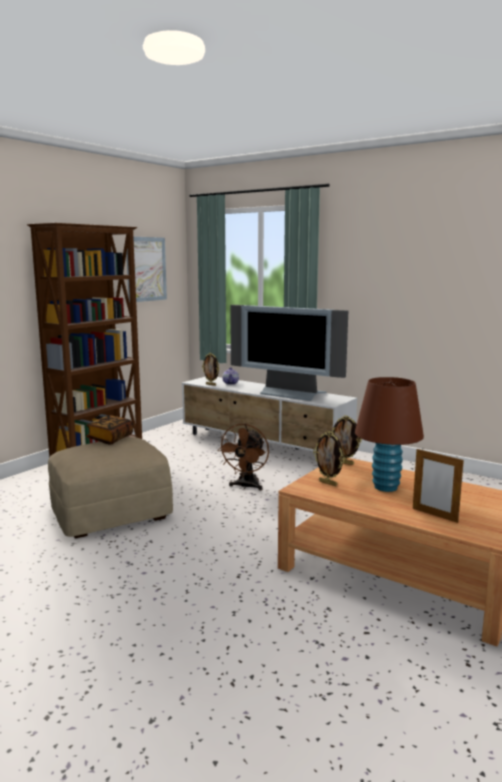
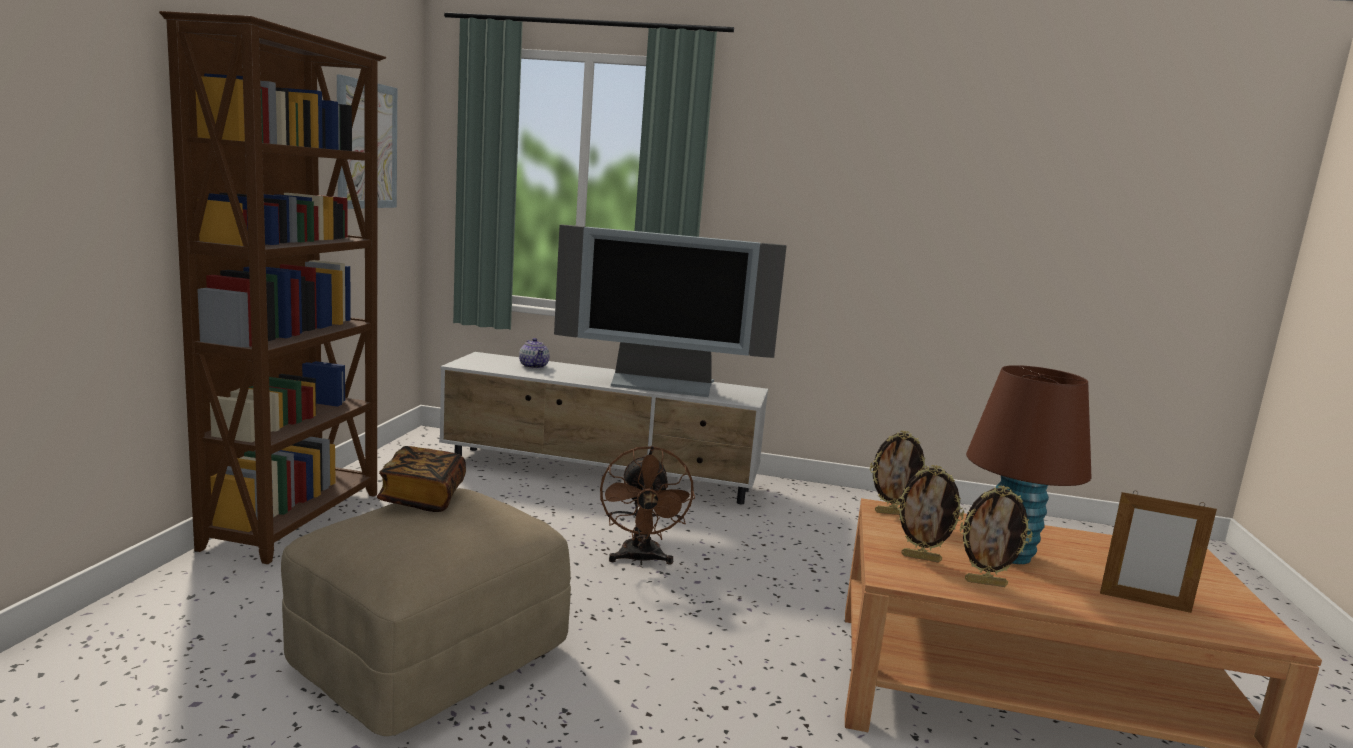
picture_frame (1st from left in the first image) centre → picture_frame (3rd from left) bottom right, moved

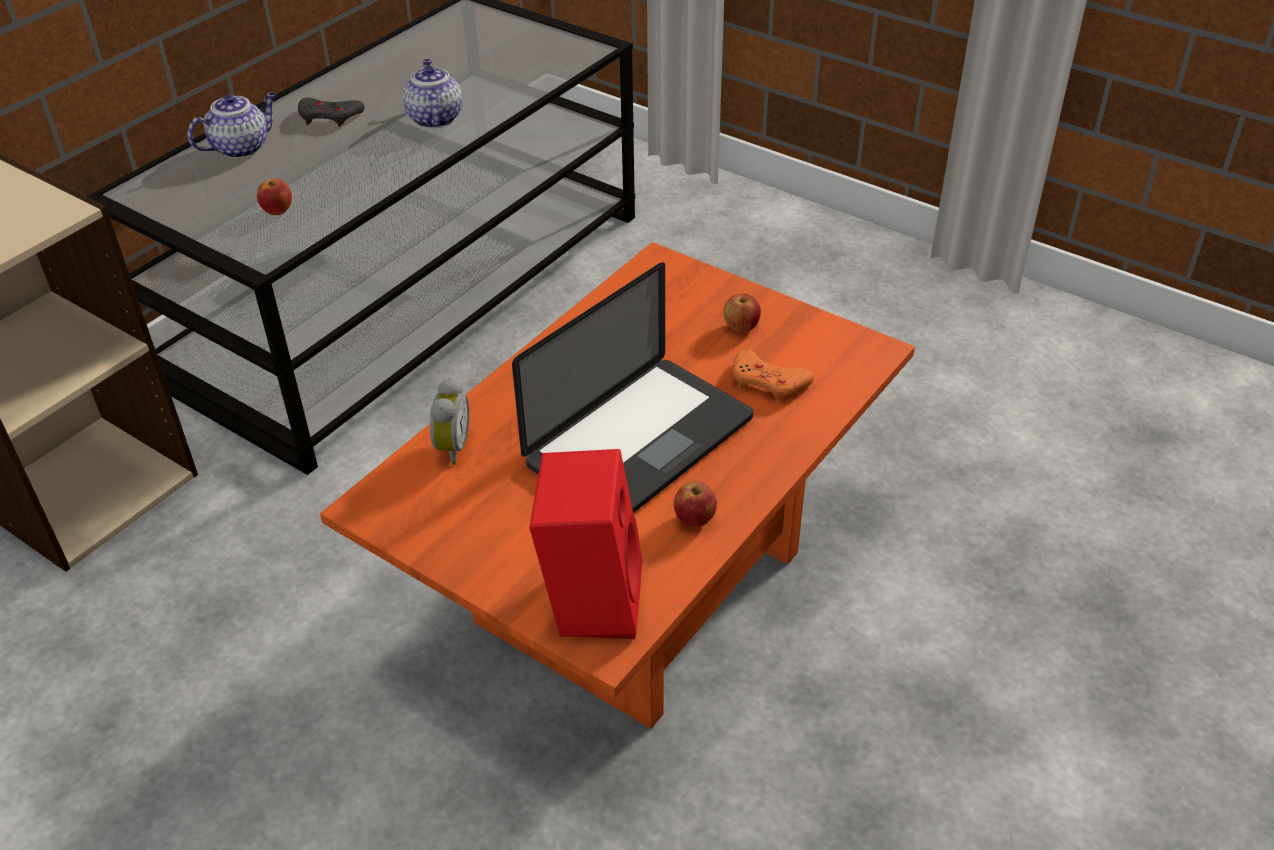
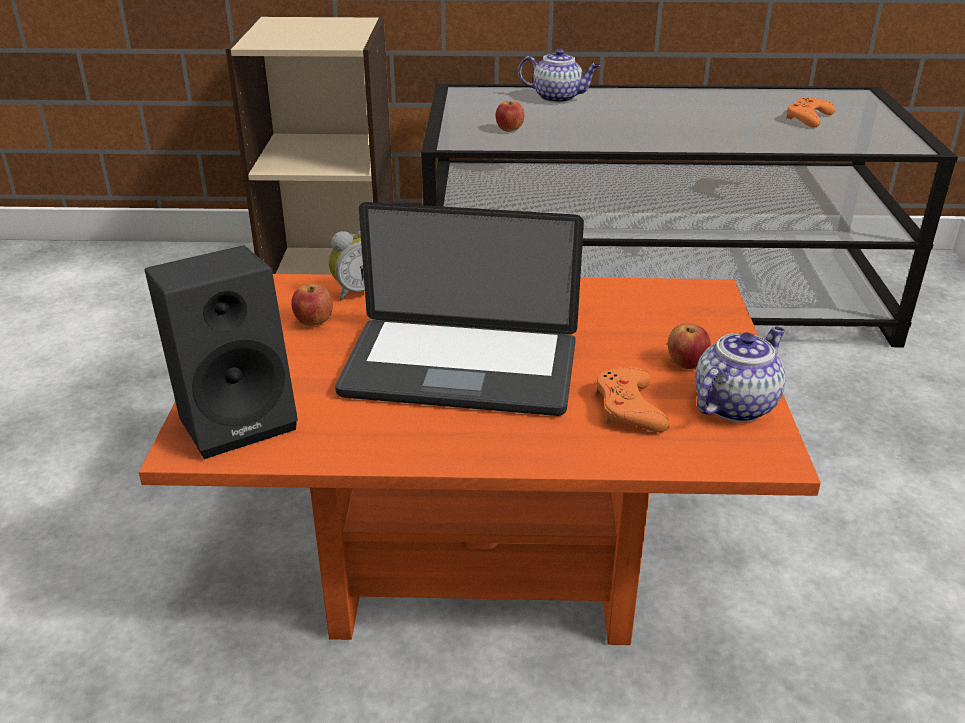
red_speaker centre → black_speaker middle left
apple (2nd from left in the first image) centre → apple (1st from left) middle left, moved
teapot (2nd from left) top centre → teapot (2nd from left) middle right, moved
- → orange_game_controller (2nd from left) top right
grey_game_controller top left → -

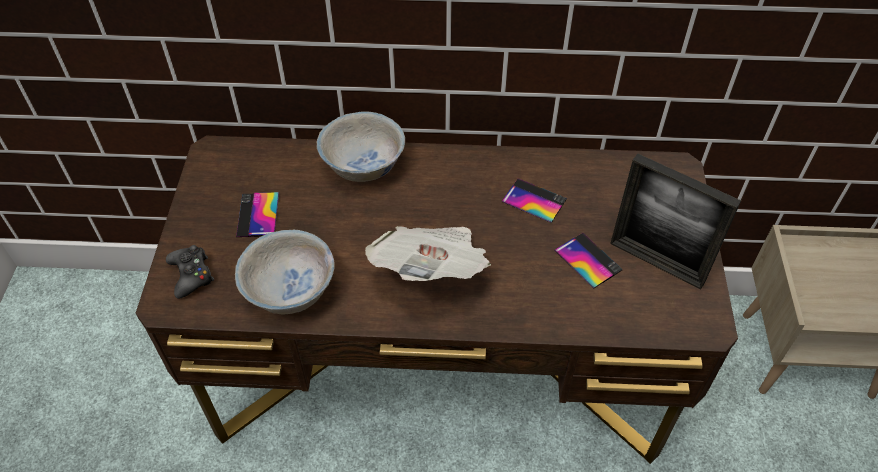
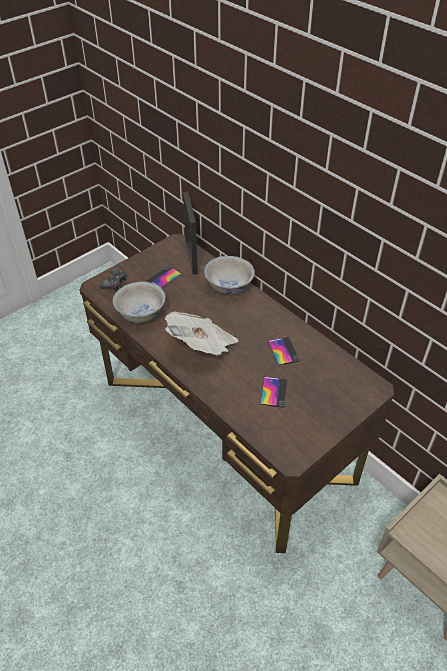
picture_frame middle right → picture_frame centre, moved

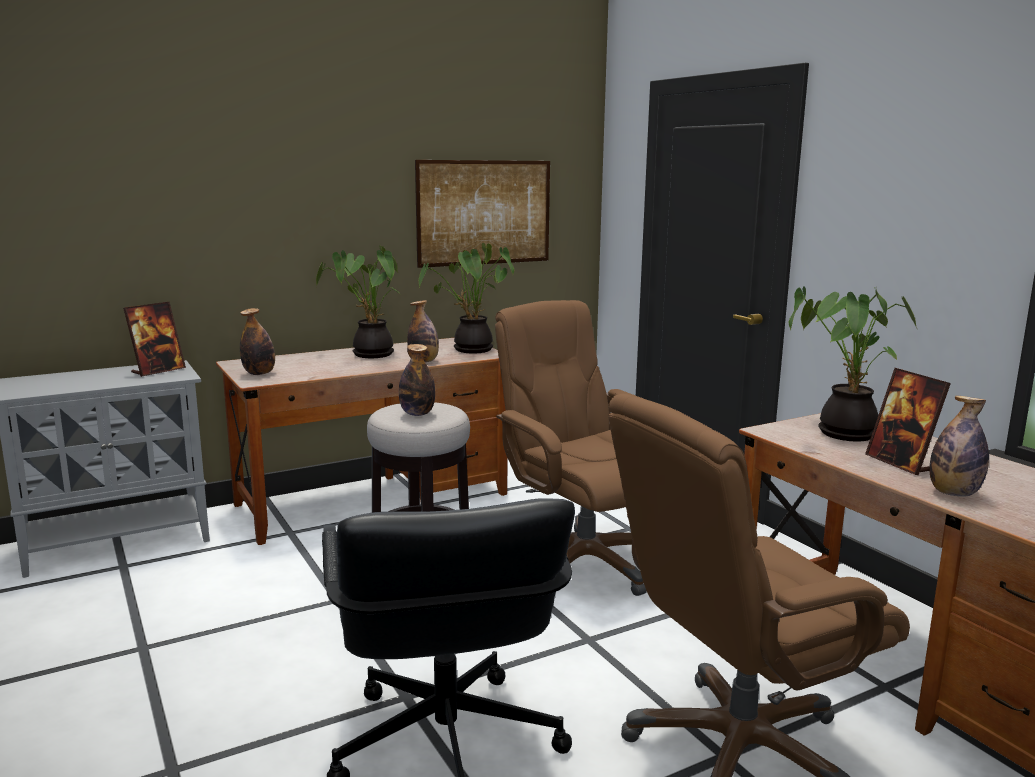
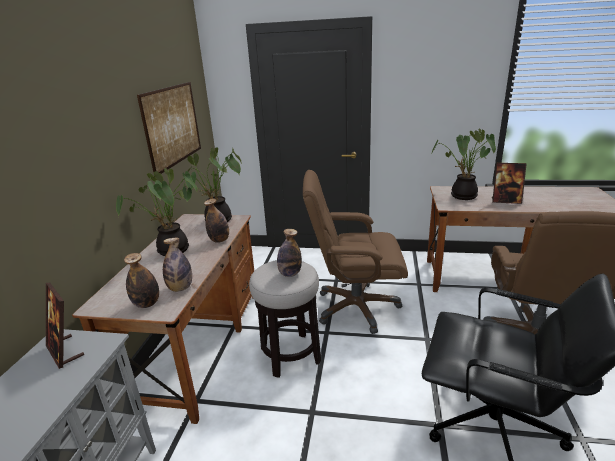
picture_frame (1st from left) middle left → picture_frame (1st from left) bottom left, 150 degrees clockwise
bottle (4th from left in the first image) middle right → bottle (2nd from left) middle left, moved

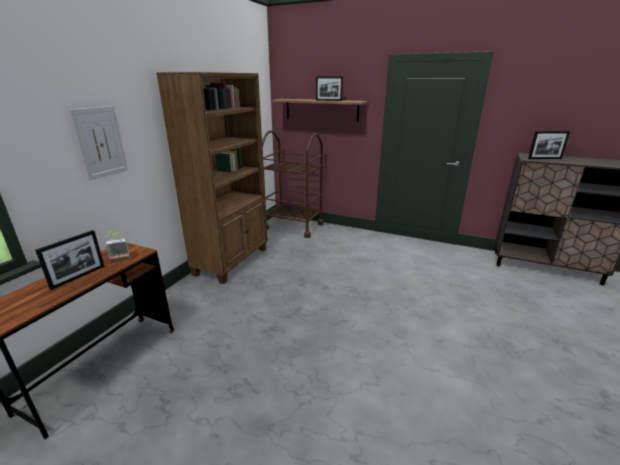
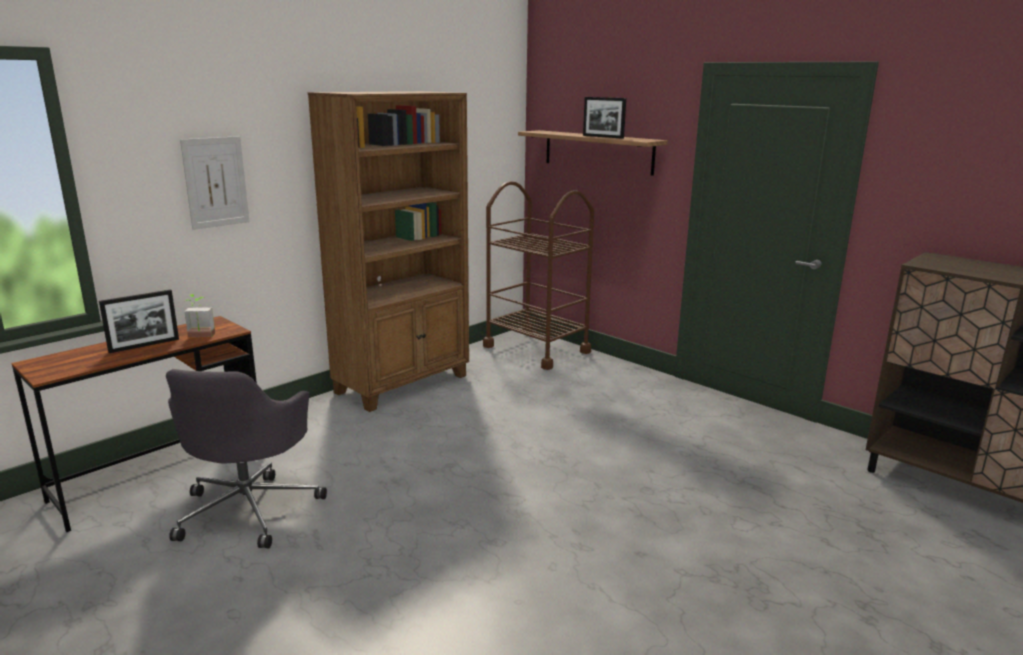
- → grey_office_chair bottom left
picture_frame (3rd from left) top right → -

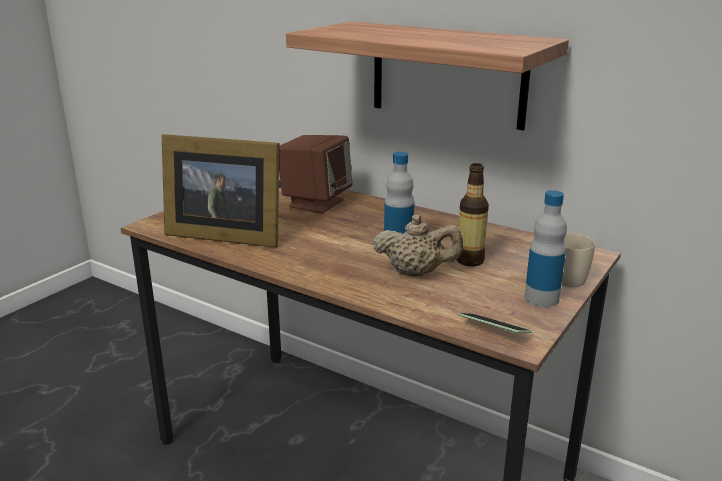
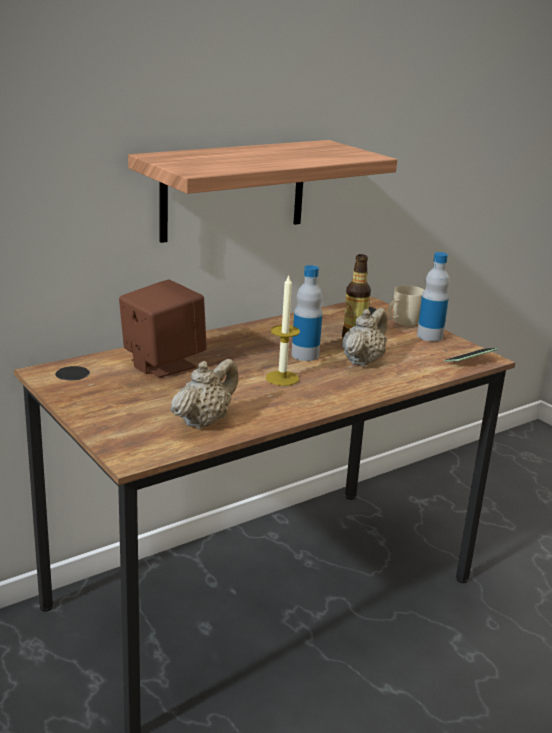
picture_frame middle left → beige_teapot (1st from left) centre
- → candle centre

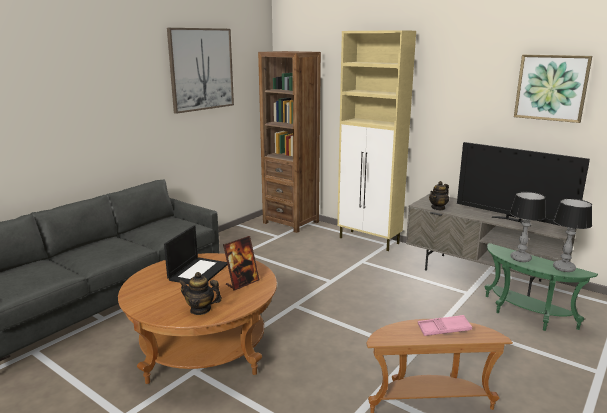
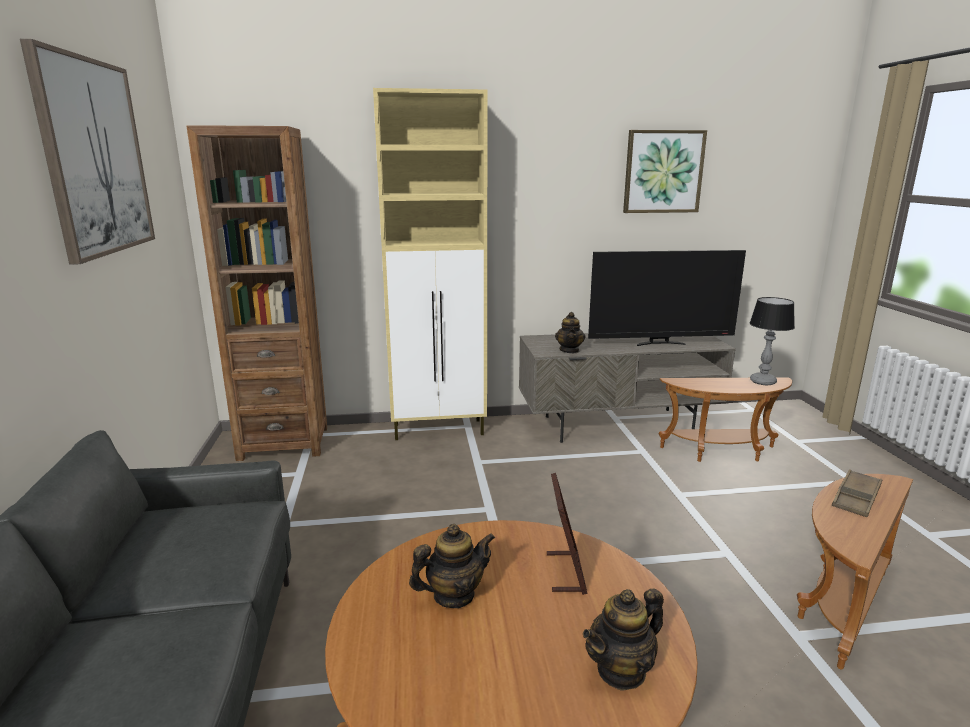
laptop middle left → teapot (1st from left) bottom centre
green_side_table bottom right → brown_side_table (1st from left) middle right
pink_tray bottom right → brown_tray bottom right
table_lamp (1st from left) middle right → -

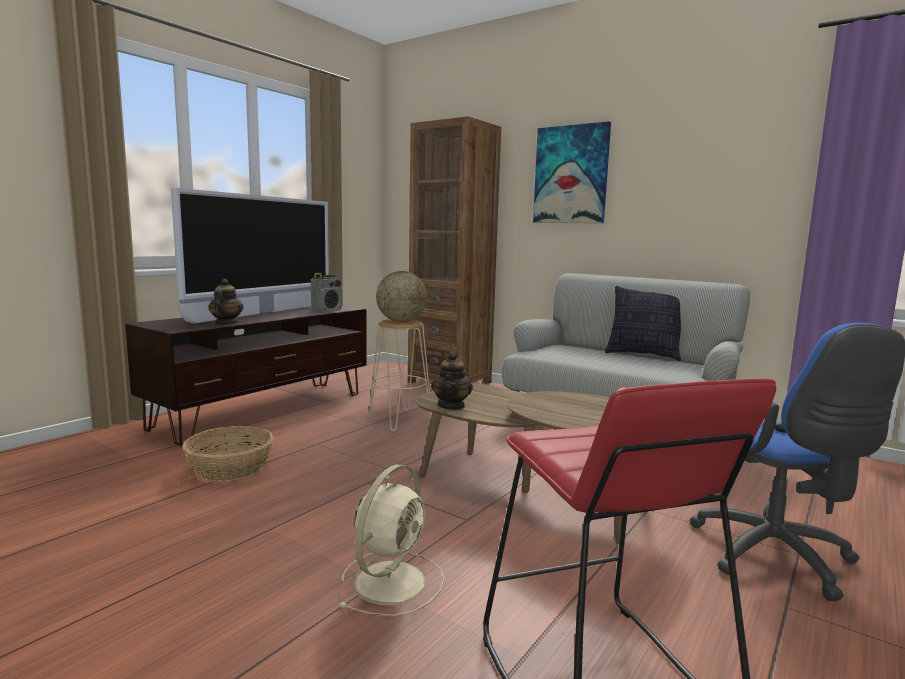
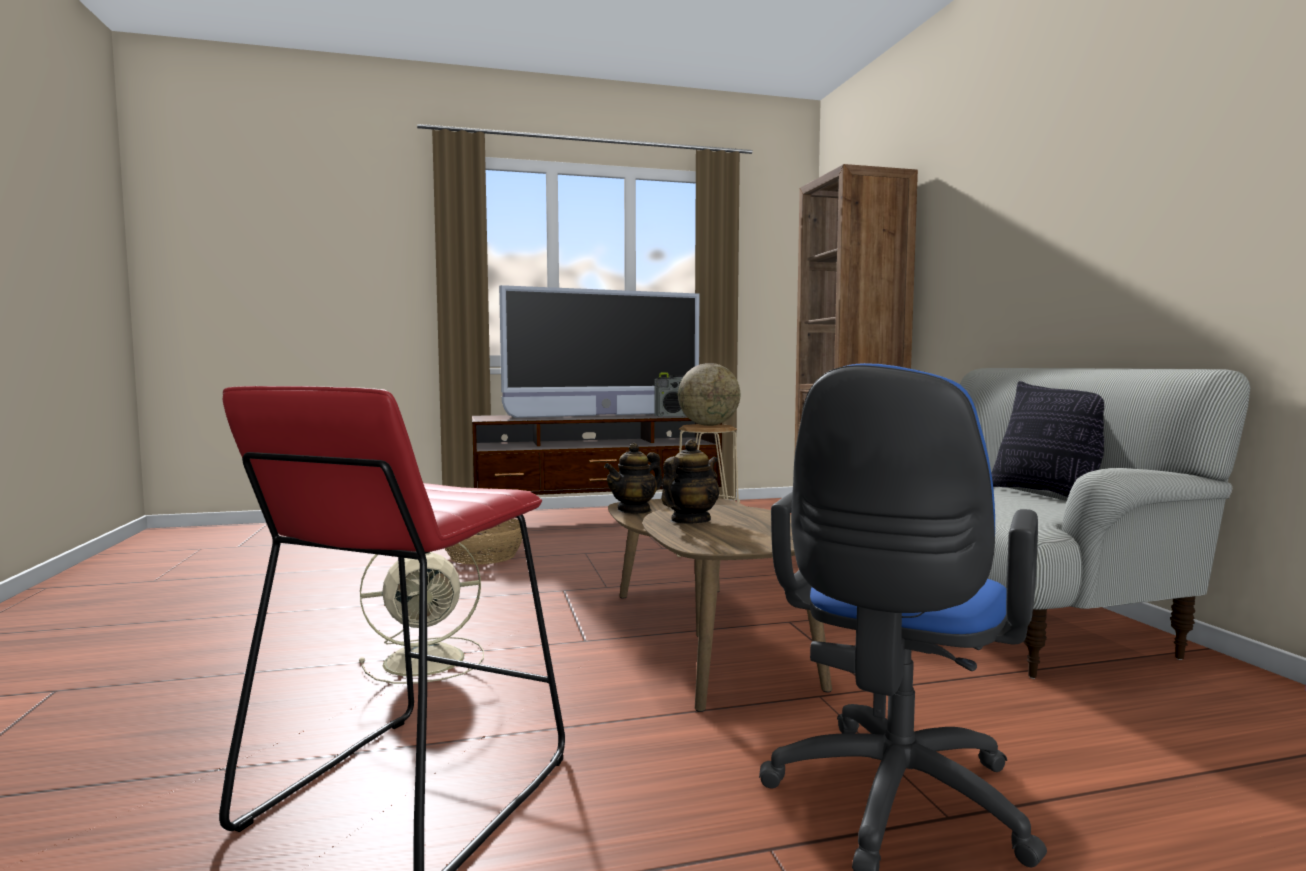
teapot (1st from left in the first image) middle left → teapot (2nd from left) centre, moved
picture top centre → -

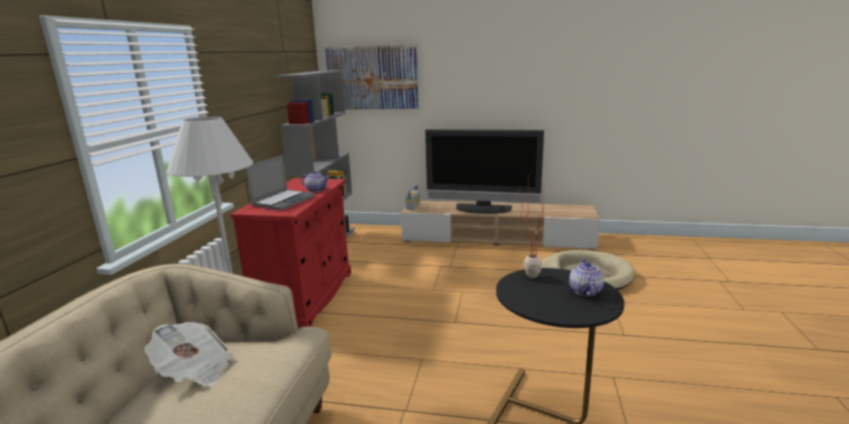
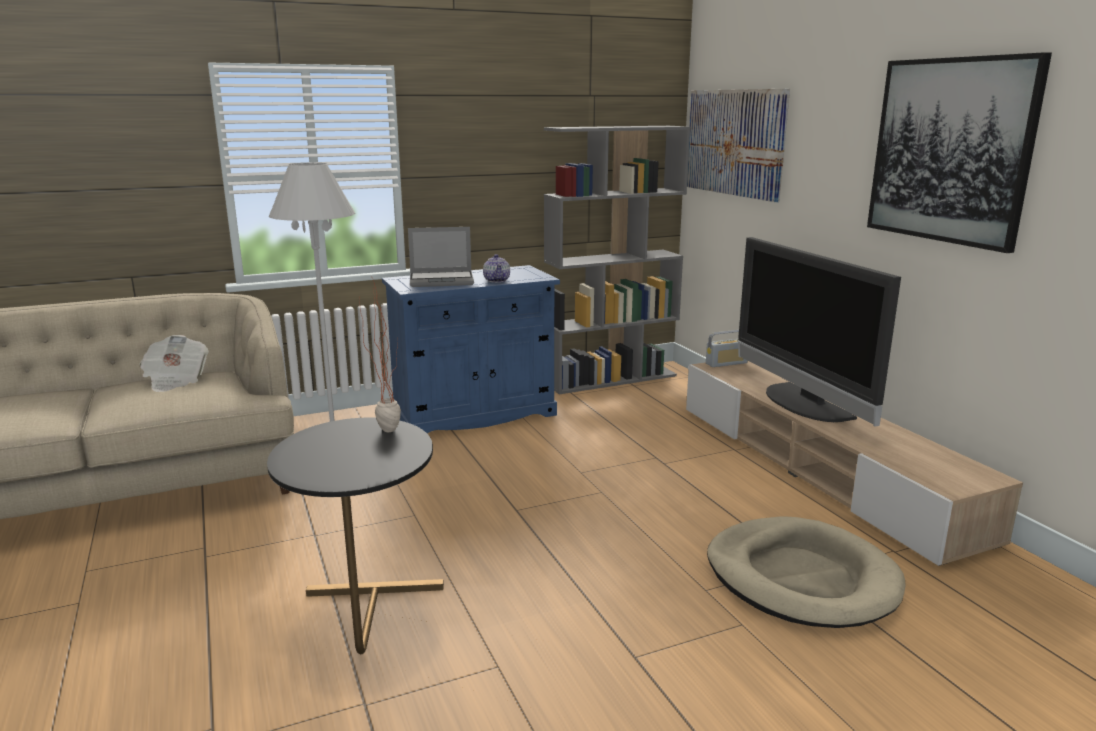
red_cabinet centre → blue_cabinet centre
- → picture (2nd from left) top right
teapot (2nd from left) middle right → -

